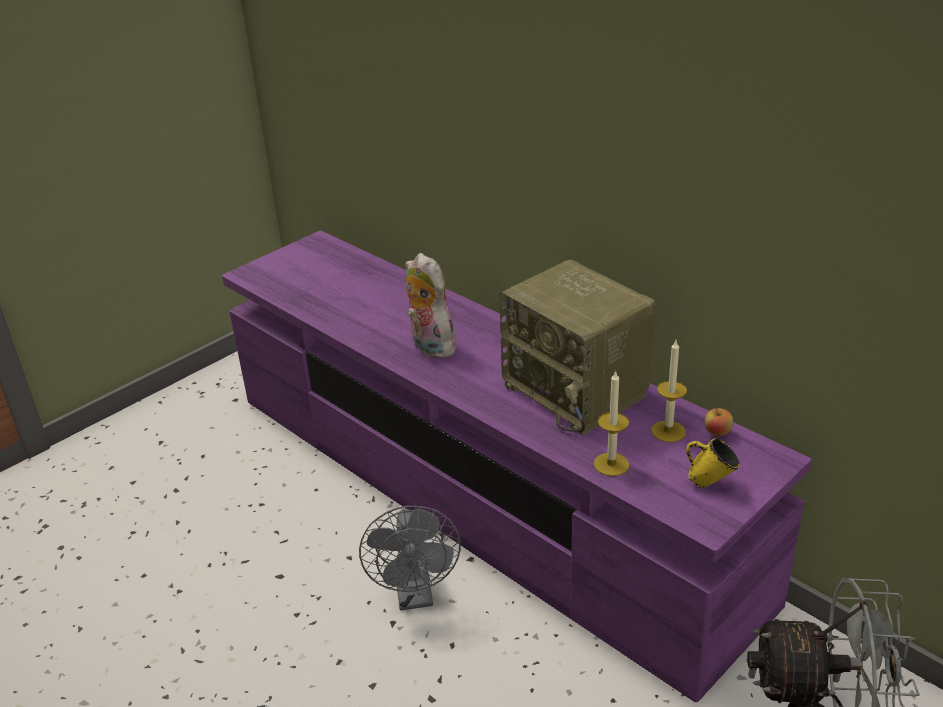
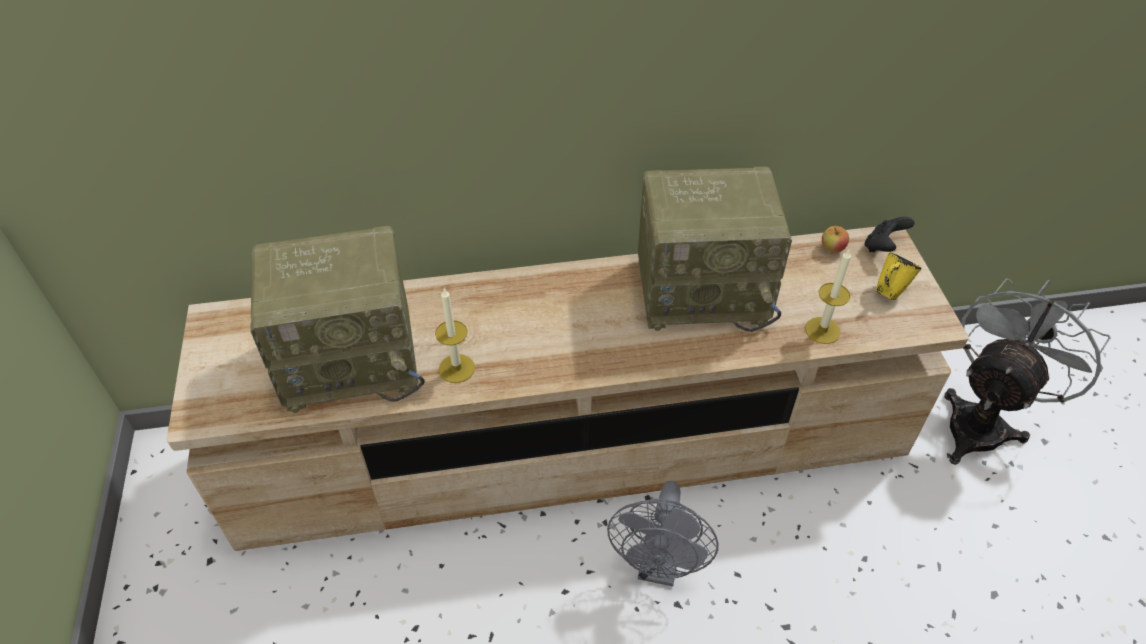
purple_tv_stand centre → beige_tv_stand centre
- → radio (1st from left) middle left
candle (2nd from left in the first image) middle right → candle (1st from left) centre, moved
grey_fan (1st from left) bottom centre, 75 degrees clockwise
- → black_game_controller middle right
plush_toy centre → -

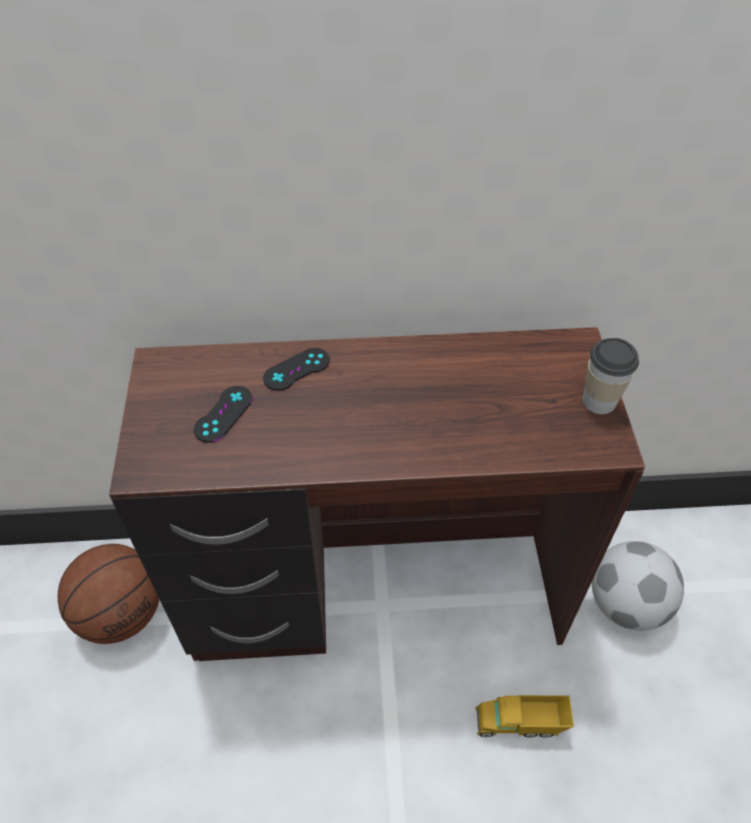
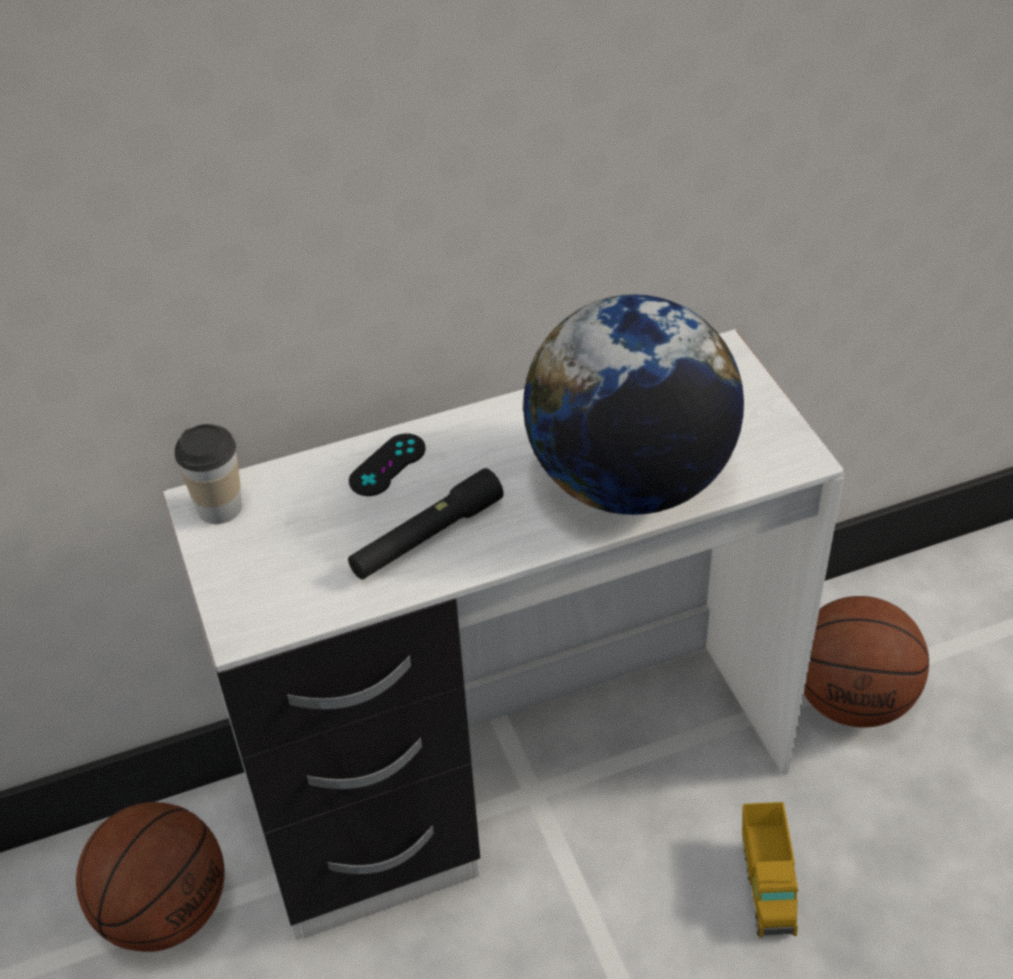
brown_desk centre → white_desk centre
cup middle right → cup middle left, moved
- → black_flashlight centre
- → globe centre
toy_truck bottom right, 75 degrees counterclockwise
football bottom right → basketball (2nd from left) bottom right
black_game_controller (1st from left) middle left → -

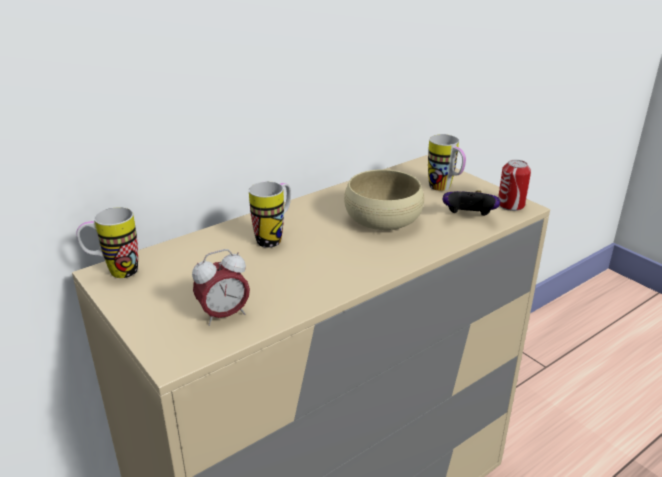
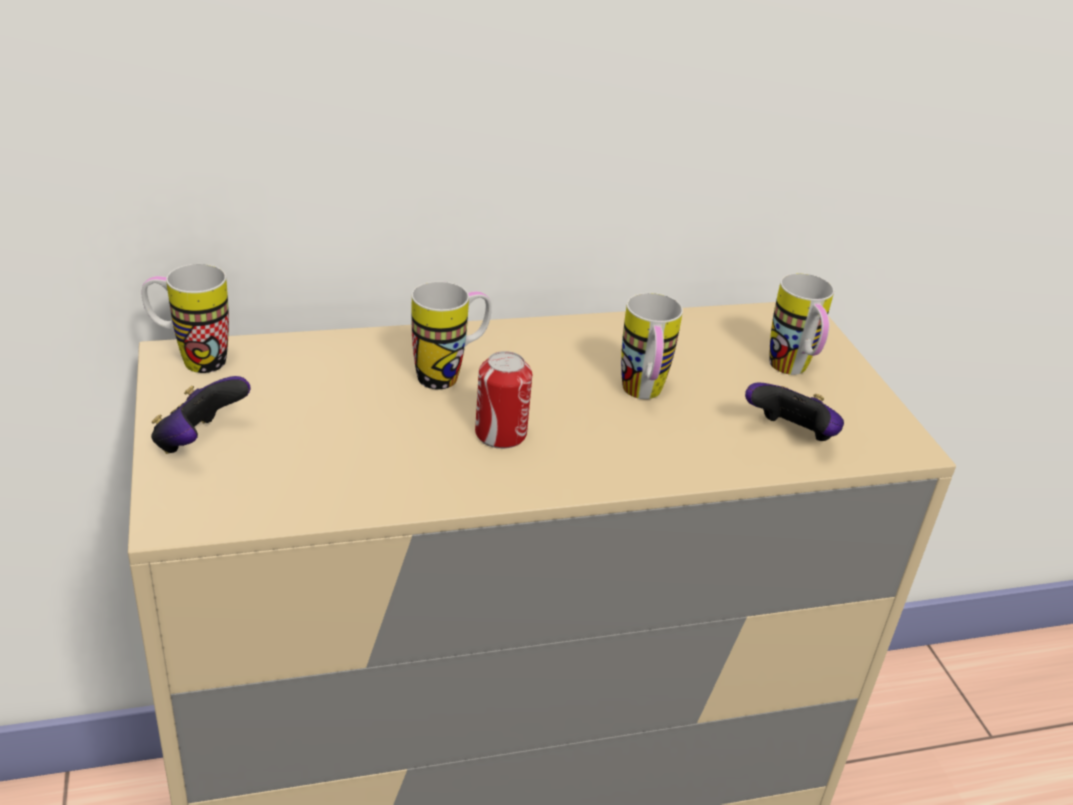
- → game_controller (1st from left) middle left
can middle right → can centre, moved
beige_bowl centre → mug (3rd from left) centre
alarm_clock centre → -

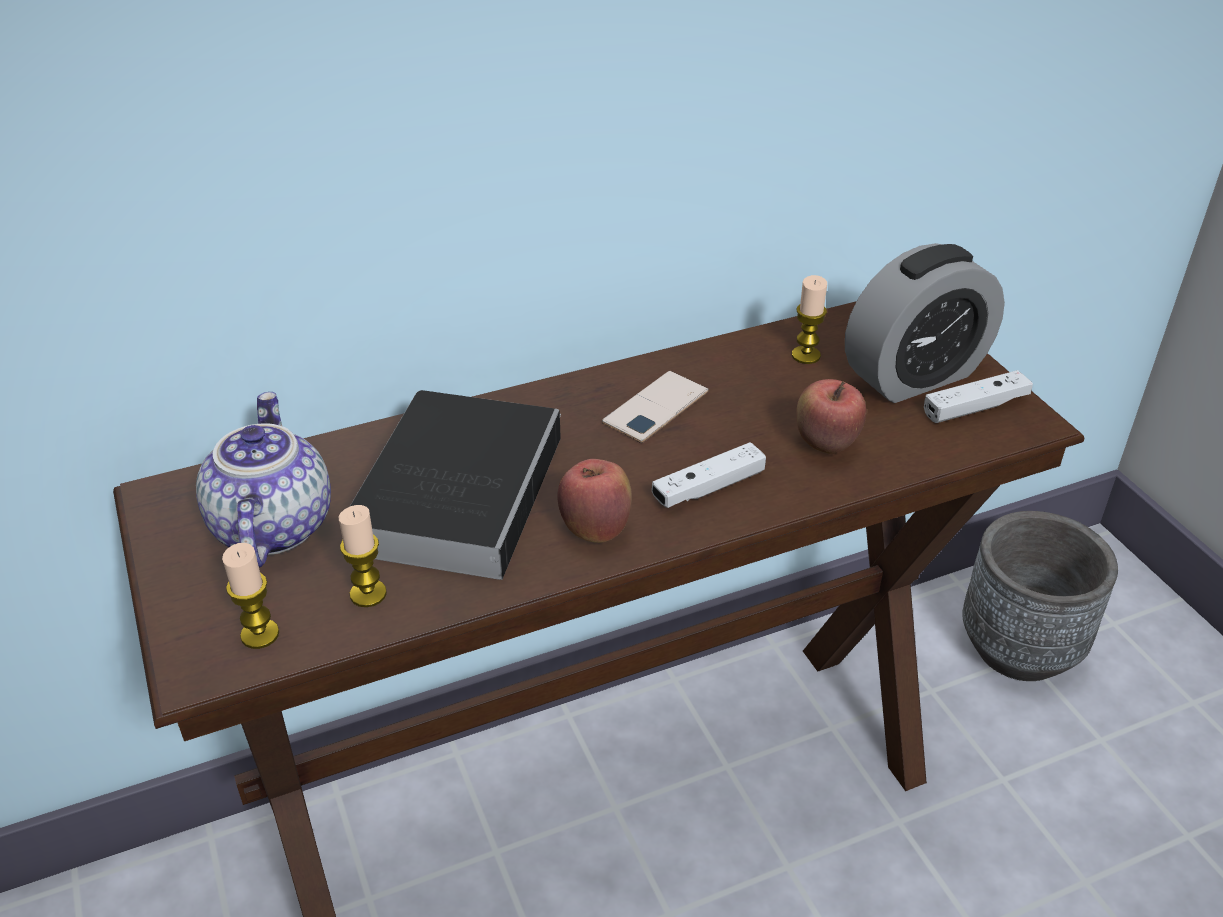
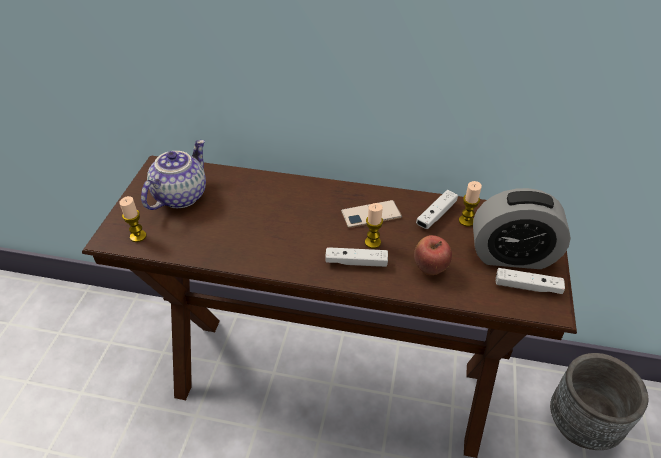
candle (2nd from left) middle left → candle (2nd from left) centre, moved
- → white_game_controller (2nd from left) centre
book centre → -
apple (1st from left) centre → -

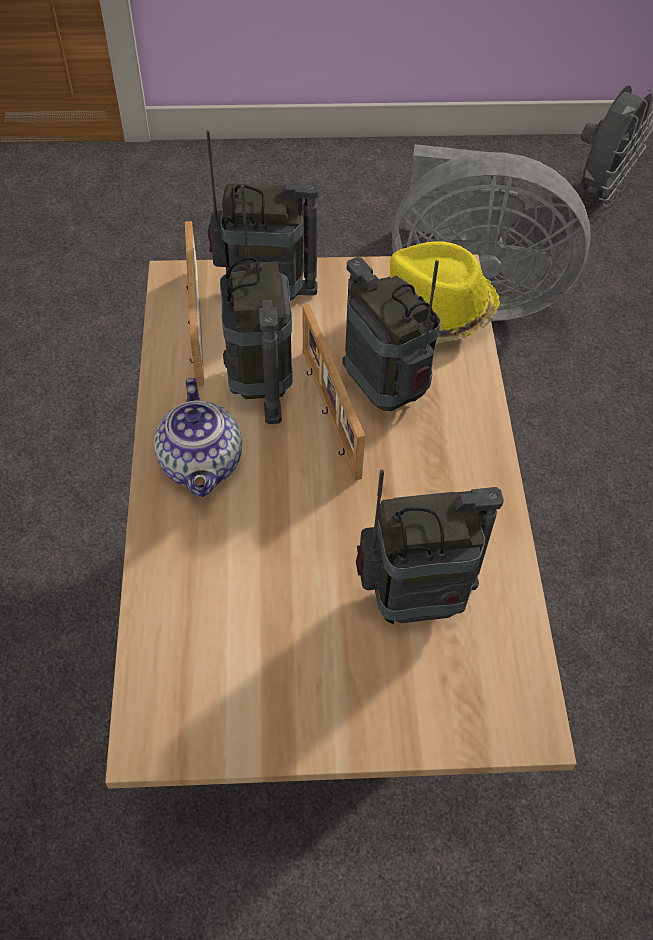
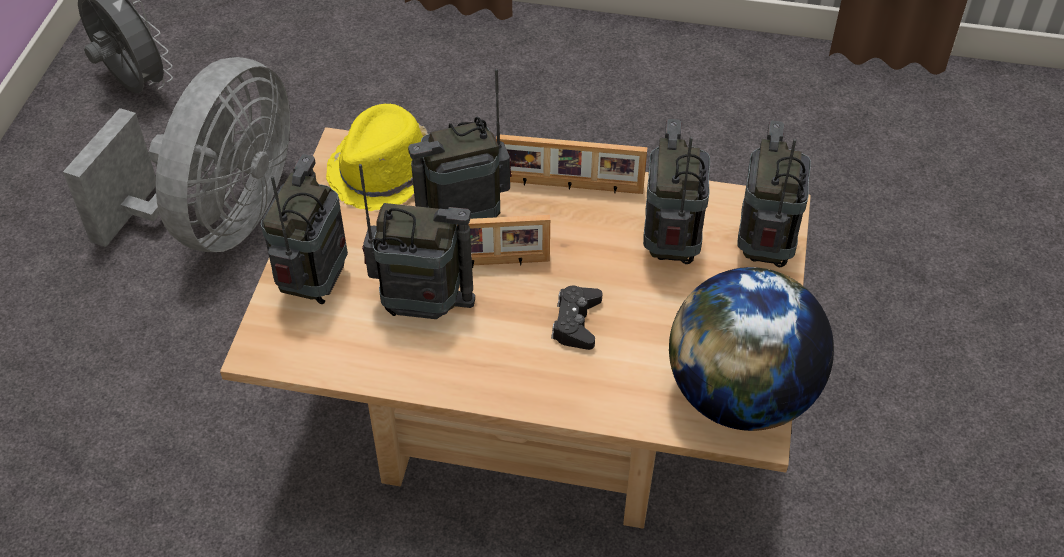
picture_frame (1st from left in the first image) top left → picture_frame (2nd from left) top centre, moved
- → black_game_controller centre
- → globe middle right
- → radio (5th from left) middle right
teapot middle left → -

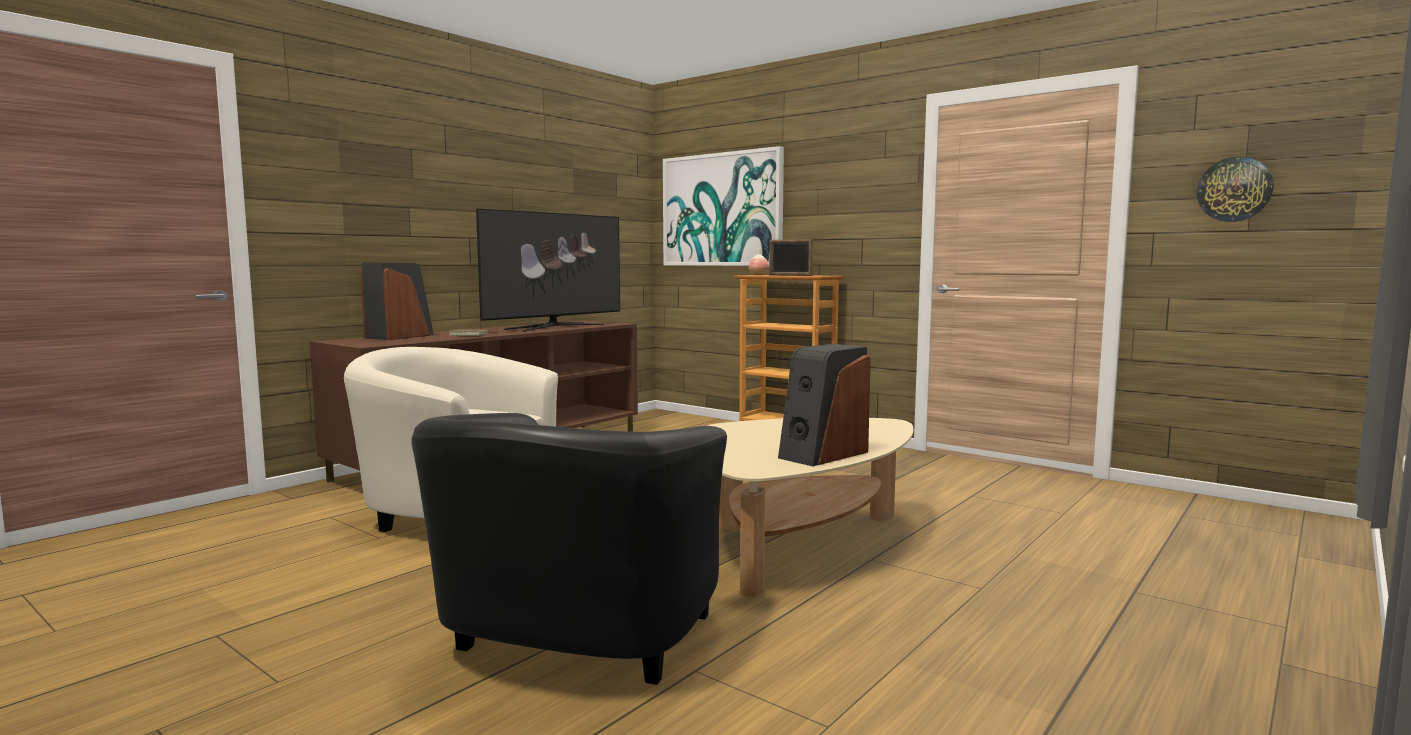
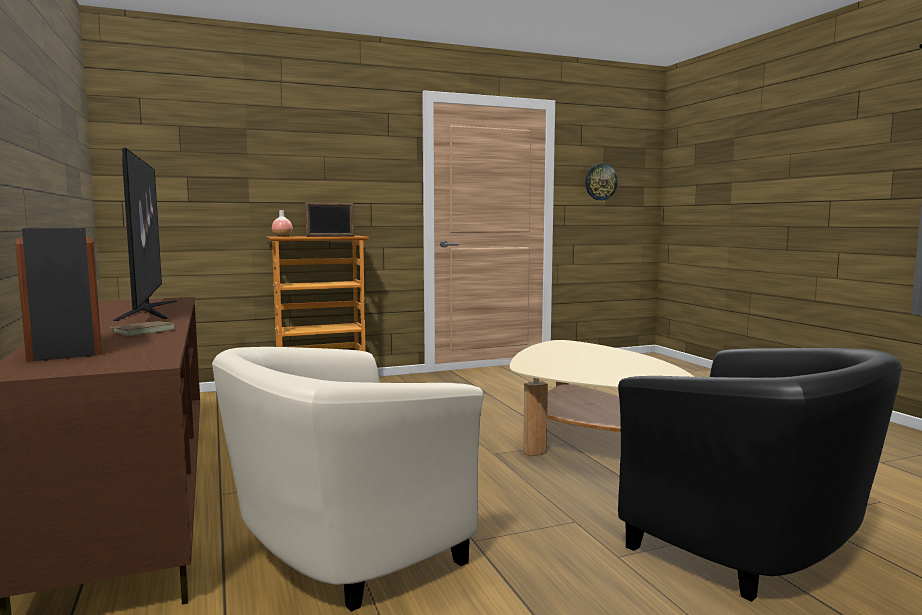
picture top centre → -
speaker (2nd from left) centre → -

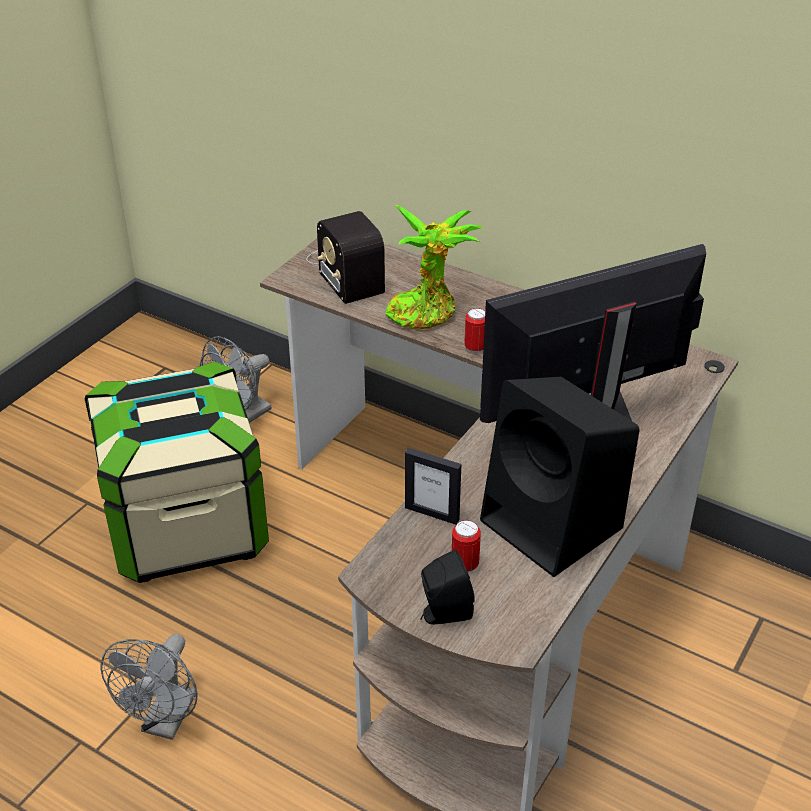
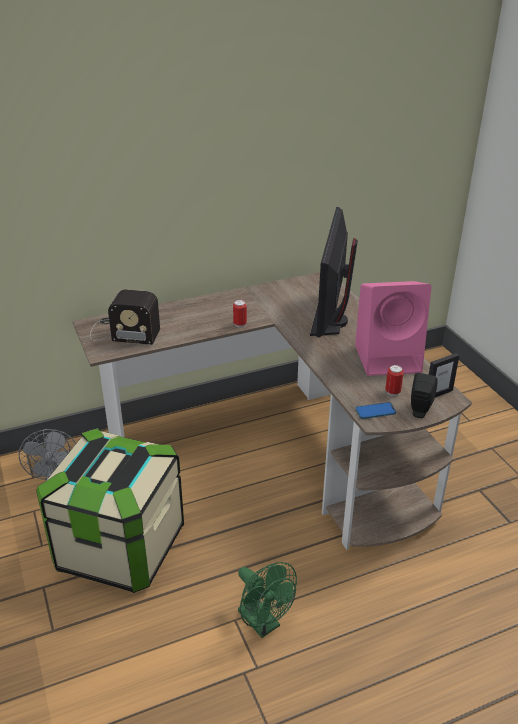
grey_fan (1st from left) bottom left → green_fan bottom centre
black_speaker (2nd from left) middle right → pink_speaker middle right
- → phone middle right
picture_frame centre → picture_frame middle right, moved
potted_plant top centre → -

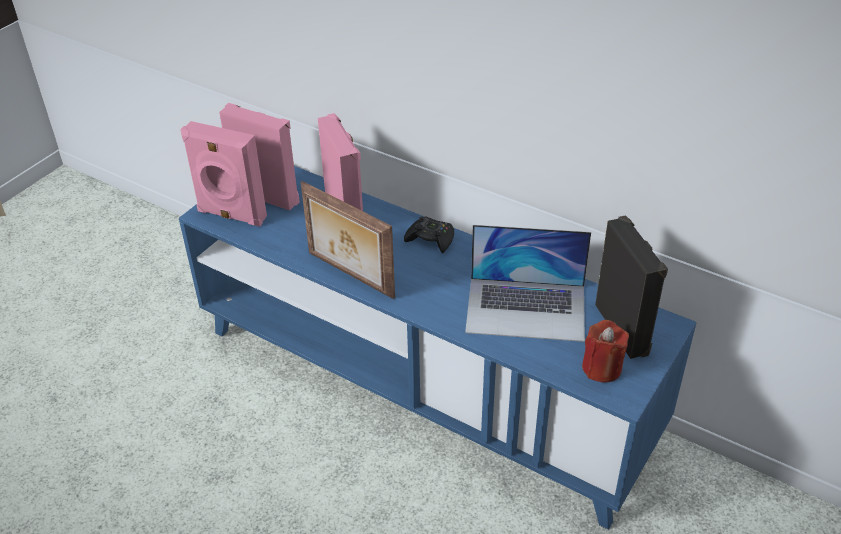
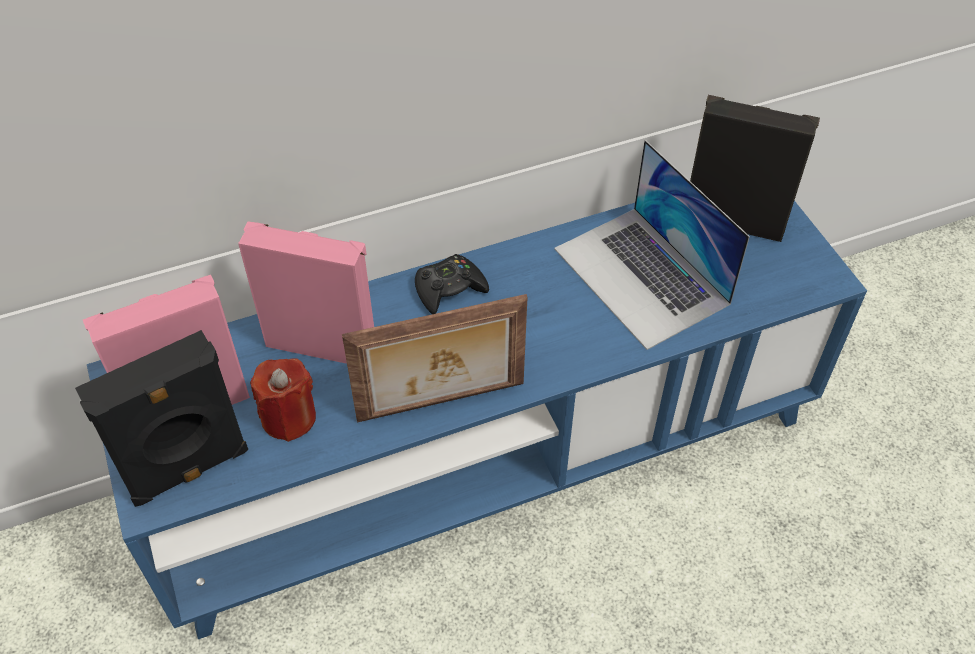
pink_speaker (1st from left) top left → black_speaker (1st from left) middle left
red_candle middle right → red_candle middle left, moved
laptop centre → laptop middle right, 105 degrees clockwise

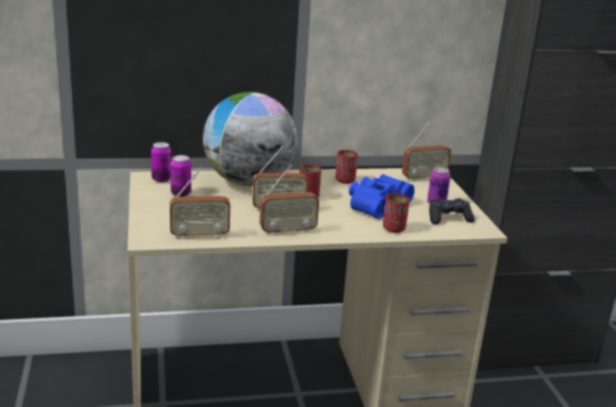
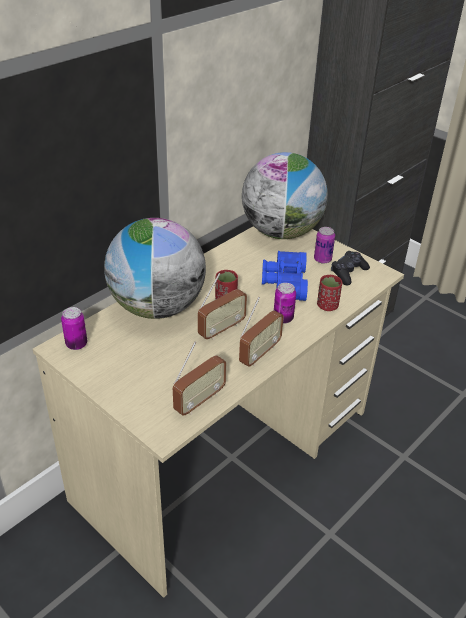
radio (4th from left) middle right → globe (2nd from left) top centre
can (2nd from left) middle left → can (2nd from left) centre, moved
red_cup (2nd from left) centre → -

